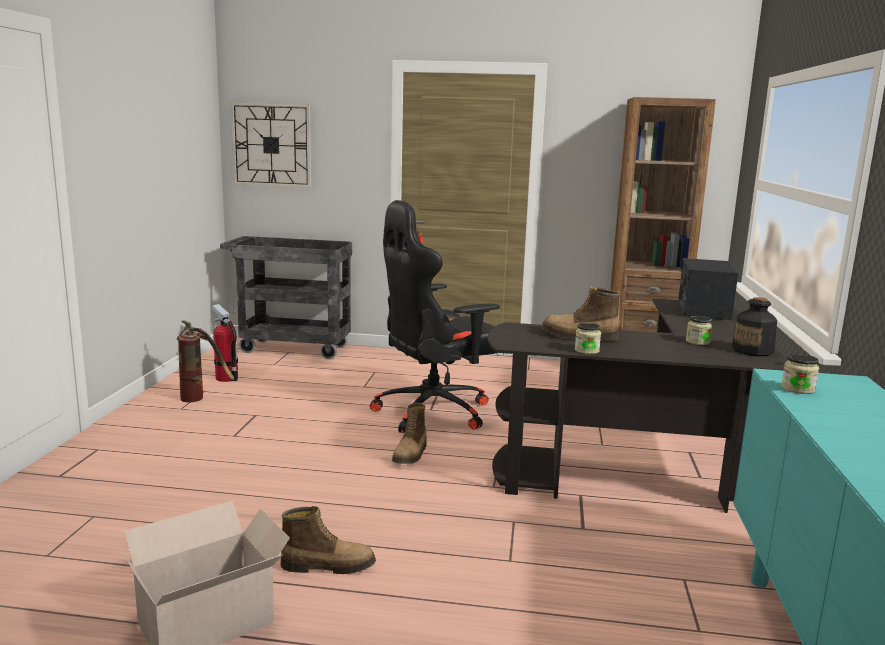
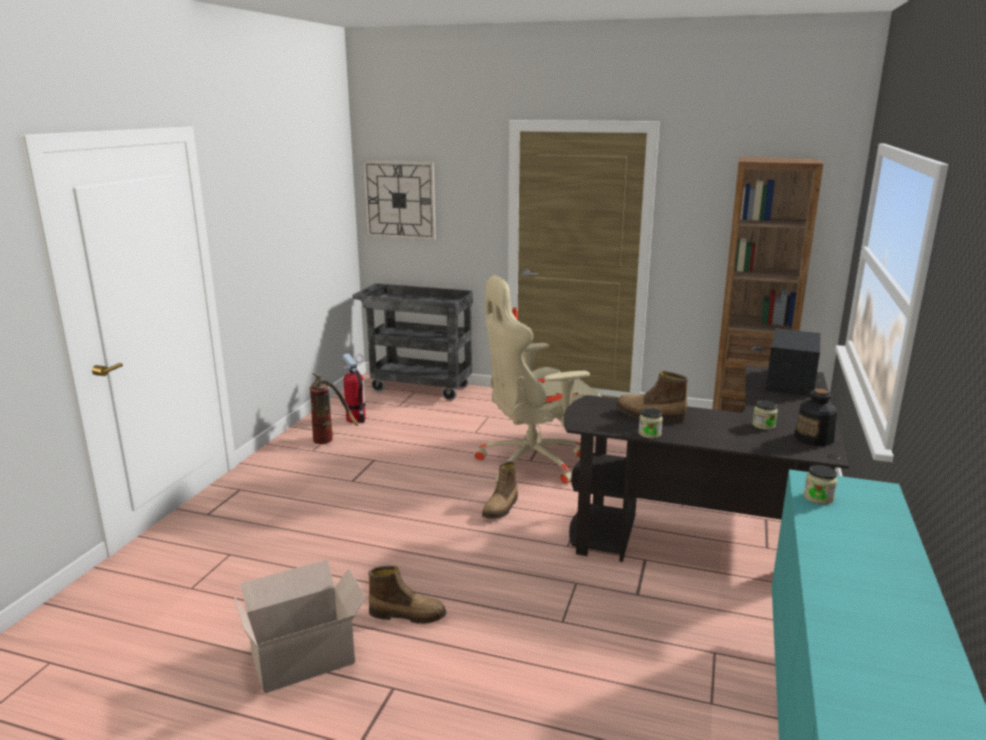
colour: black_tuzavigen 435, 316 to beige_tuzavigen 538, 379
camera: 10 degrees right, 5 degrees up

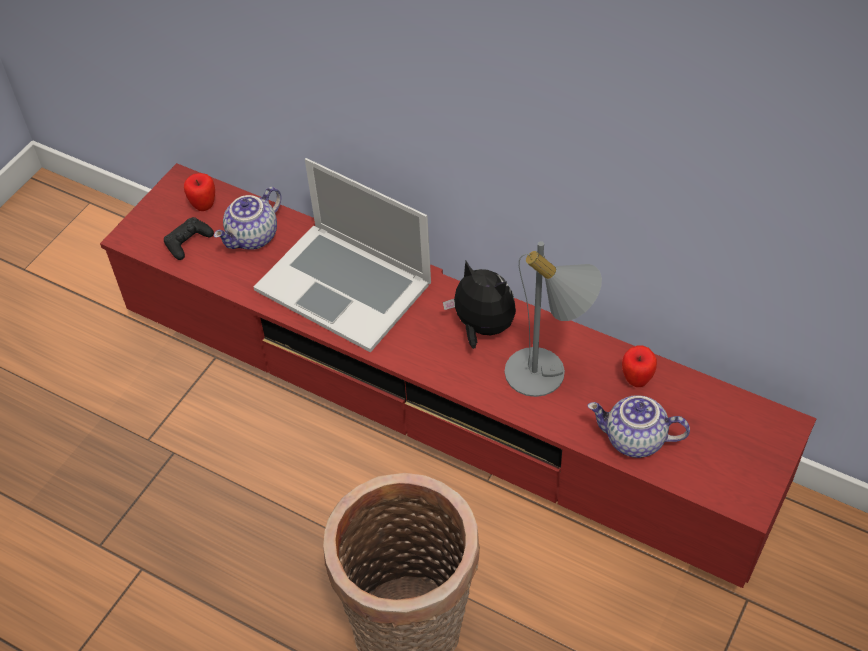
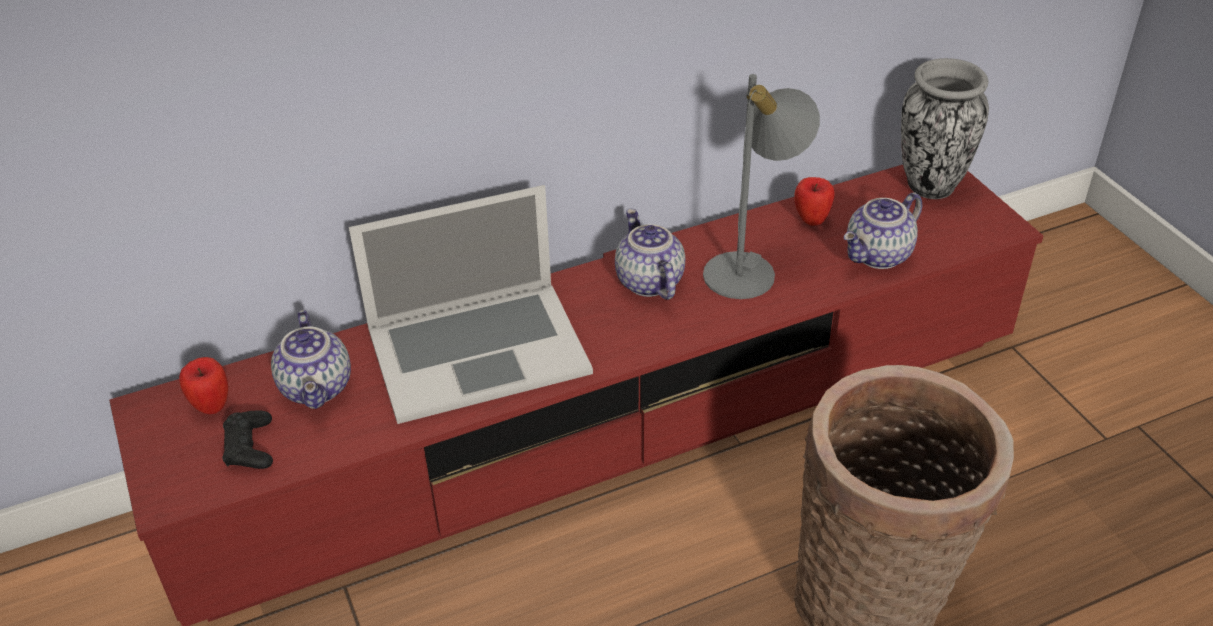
appeared: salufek 945, 128
exchanged: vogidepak 479, 305 to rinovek 650, 254
camera: 55 degrees left, 10 degrees down

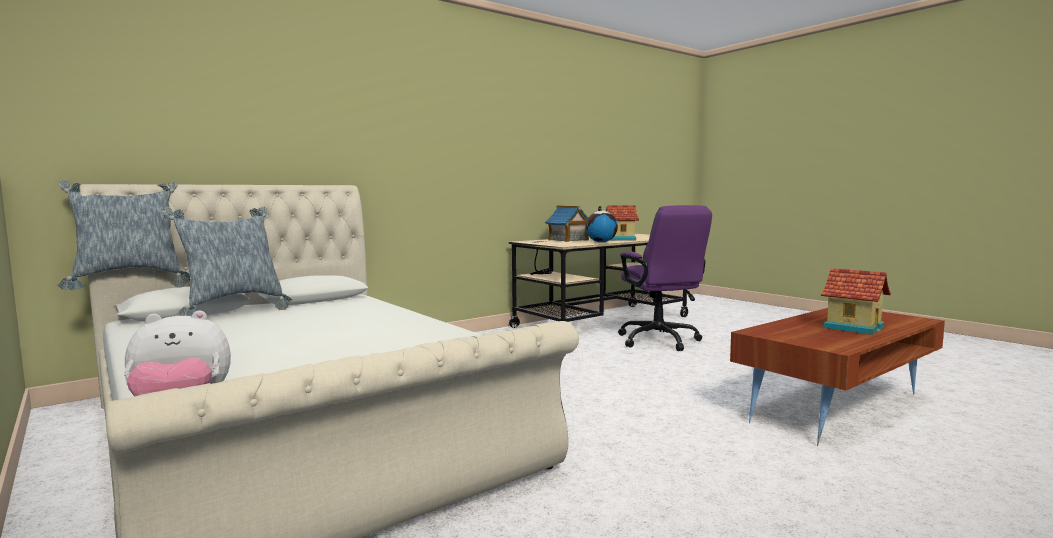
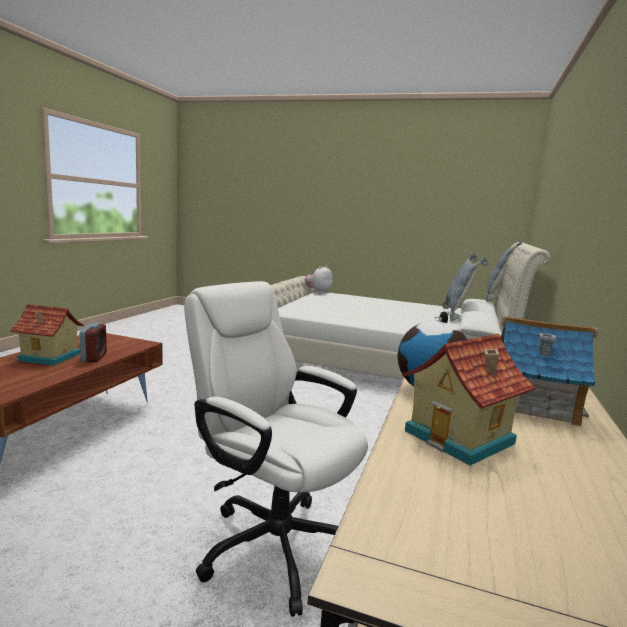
appeared: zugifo 93, 342
colour: purple_tuzavigen 665, 278 to white_tuzavigen 276, 449
camera: 145 degrees right, 5 degrees up

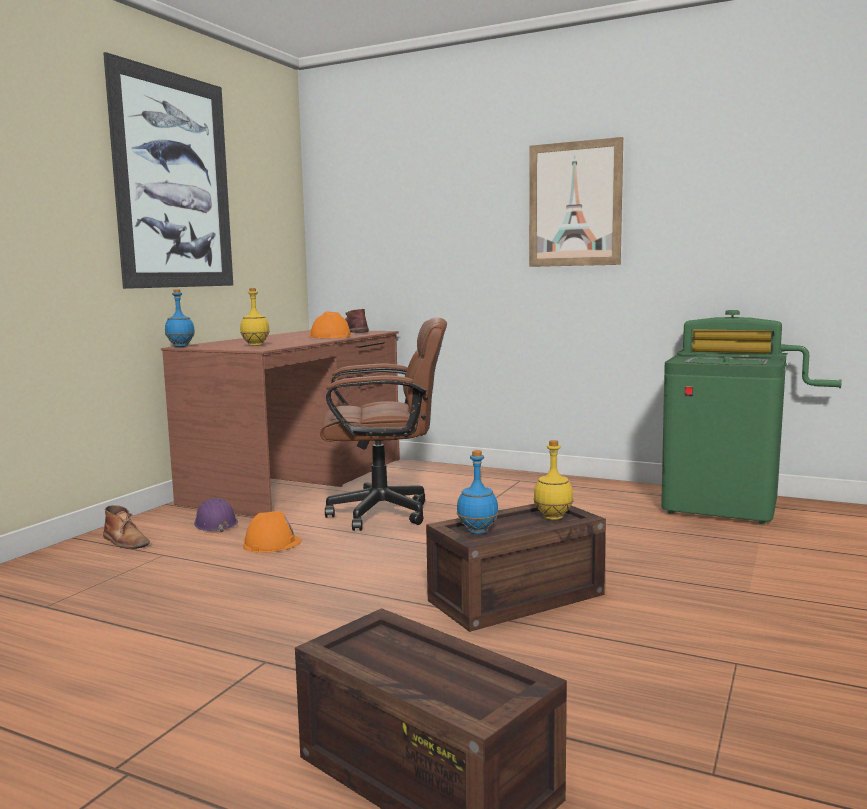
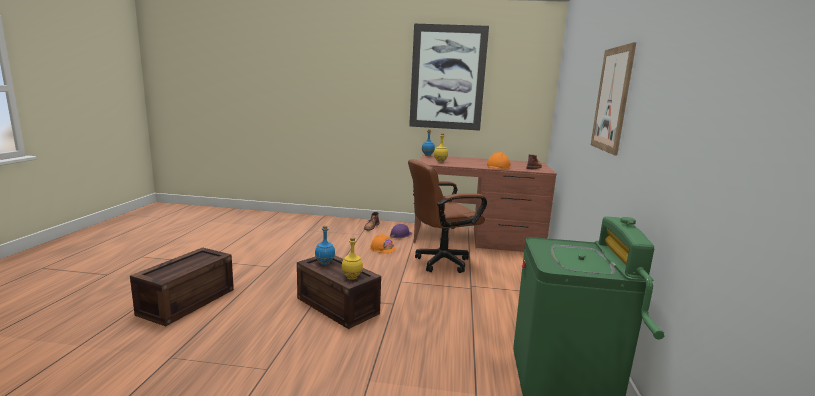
spun: brown_tuzavigen 383, 424 = 447, 216 90 degrees clockwise
camera: 70 degrees right, 5 degrees up

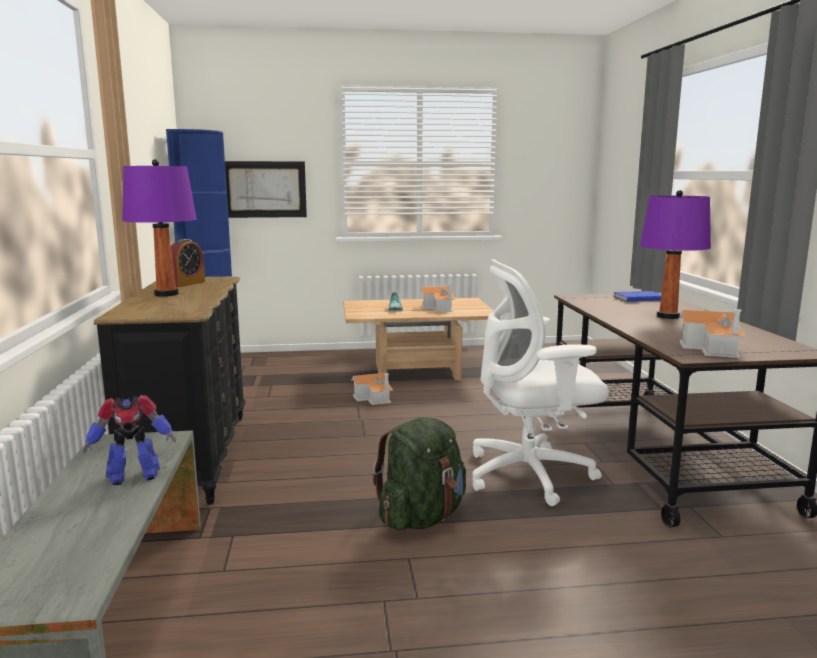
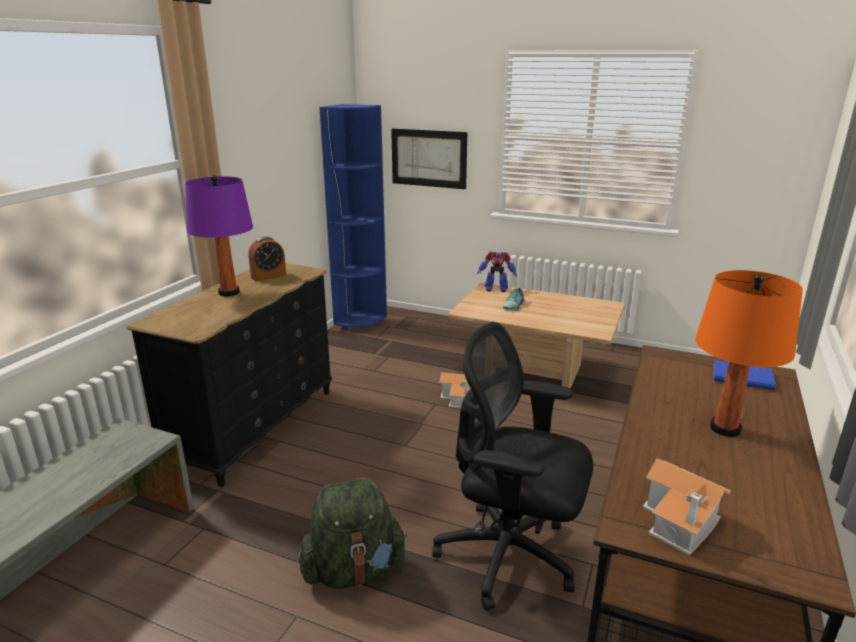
missing: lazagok 438, 298
relocated: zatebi 129, 440 to 497, 271
colour: white_tuzavigen 540, 382 to black_tuzavigen 512, 466; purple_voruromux 675, 254 to orange_voruromux 749, 353
camera: 30 degrees right, 10 degrees up

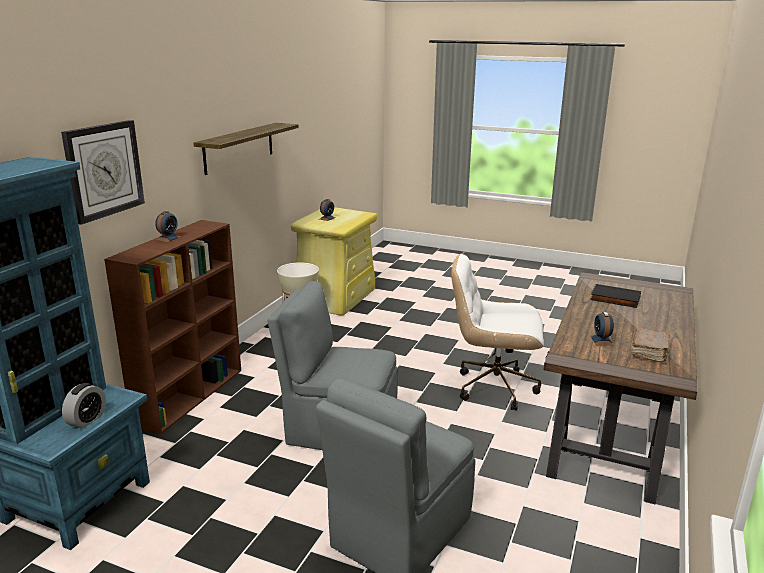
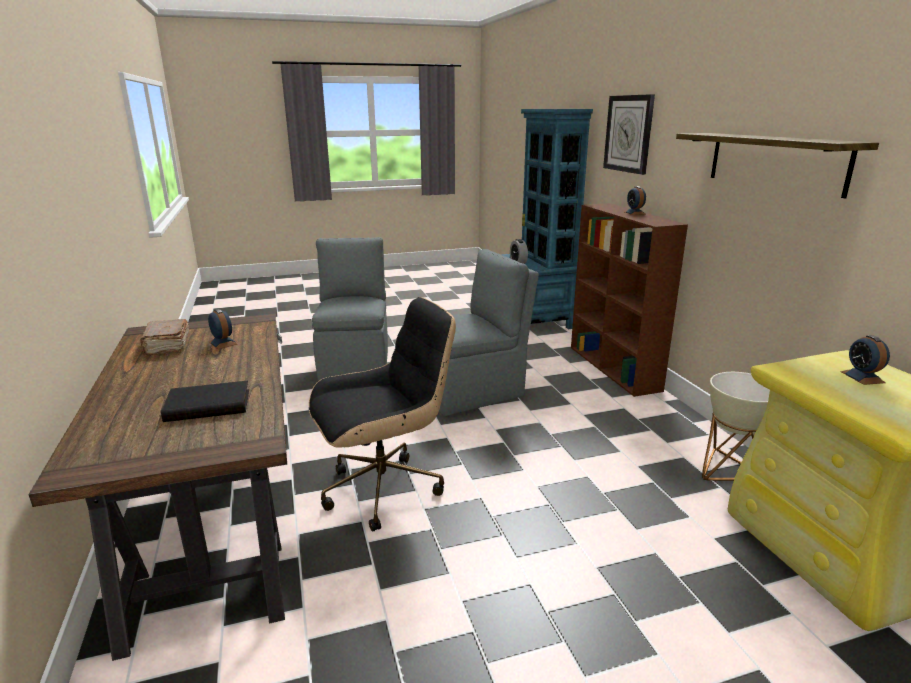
colour: white_tuzavigen 497, 332 to black_tuzavigen 382, 414
camera: 140 degrees right, 0 degrees up

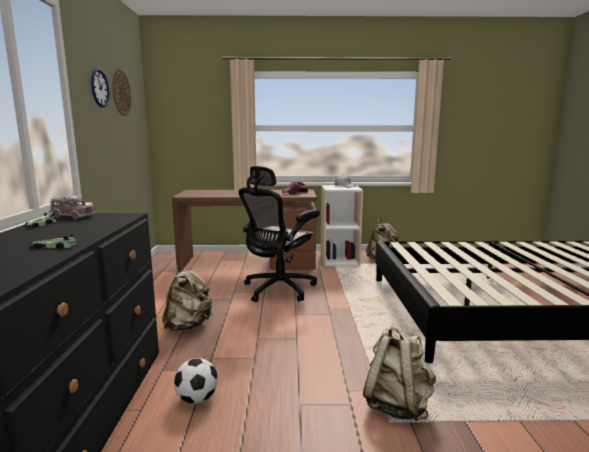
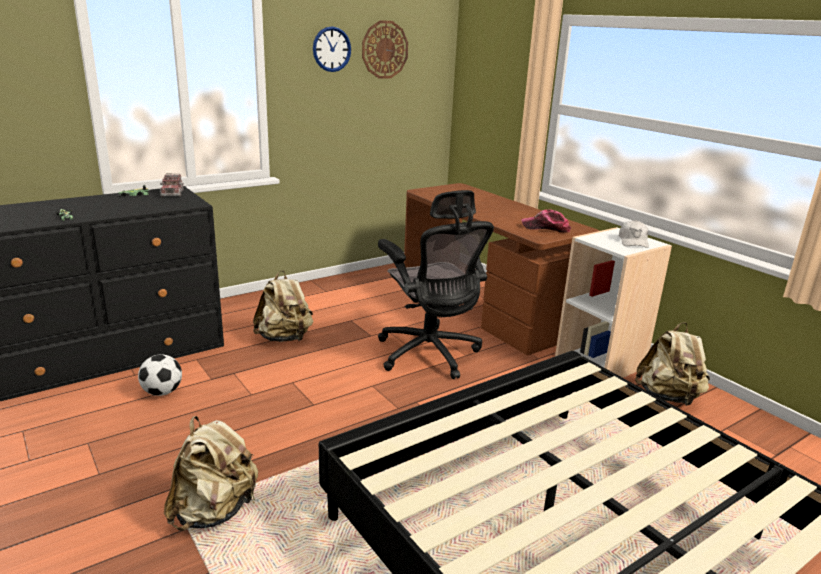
spun: tuzavigen 279, 234 = 436, 284 120 degrees counterclockwise
camera: 55 degrees right, 10 degrees up

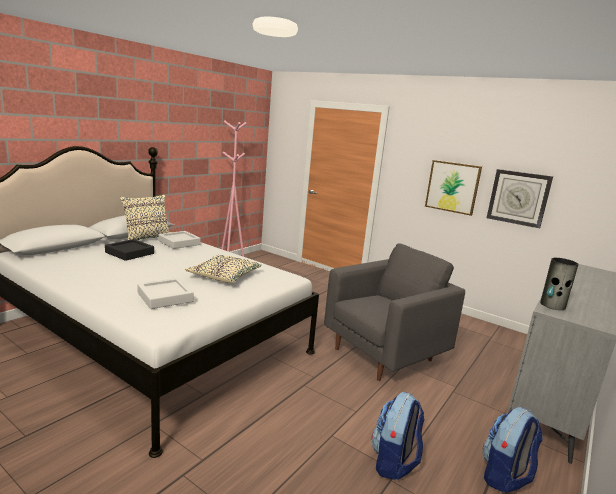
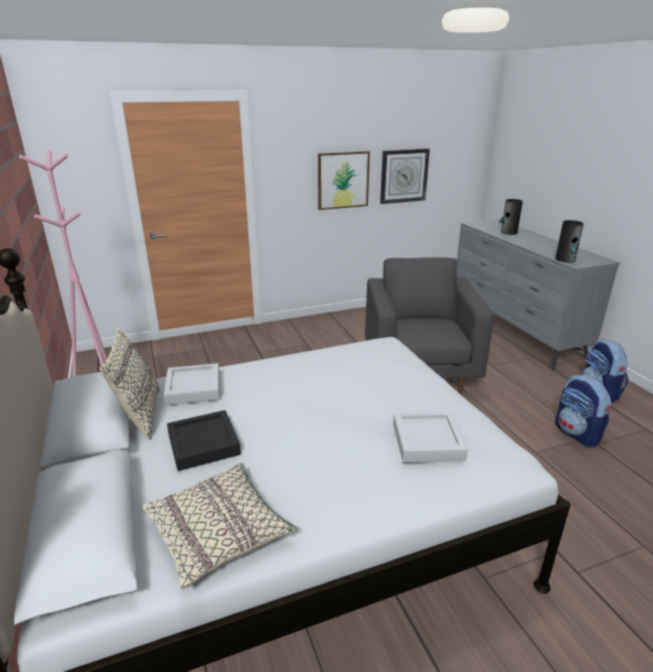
appeared: salufek 511, 217
relocated: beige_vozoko 223, 269 to 219, 526
camera: 55 degrees left, 10 degrees up

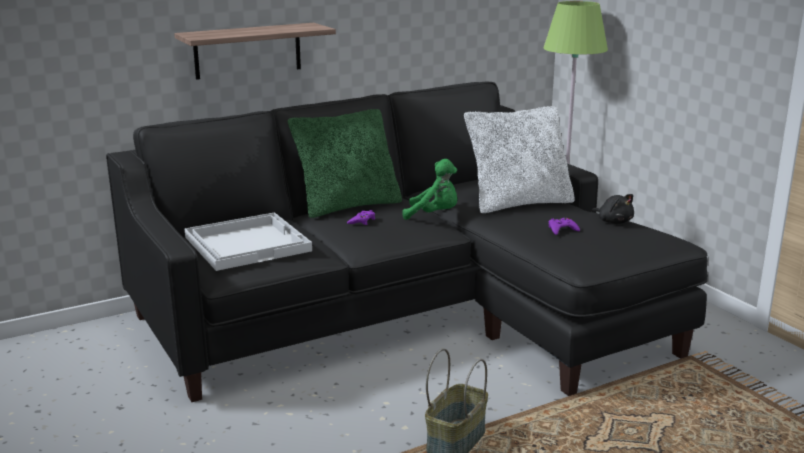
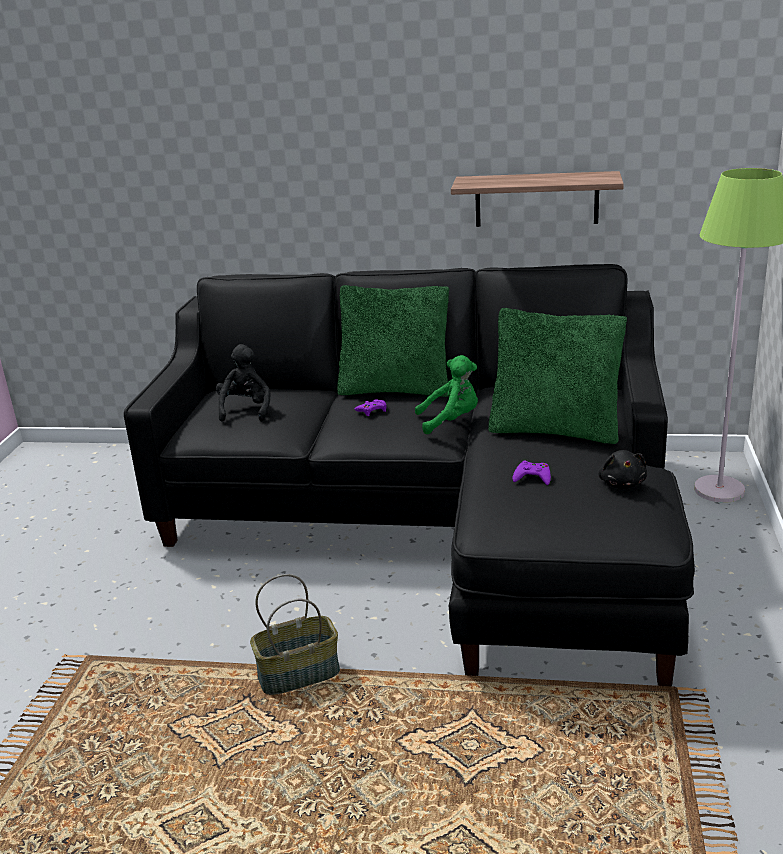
relocated: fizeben 255, 51 to 537, 199
exchanged: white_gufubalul 248, 241 to black_vogidepak 243, 382
colour: white_vozoko 519, 159 to green_vozoko 557, 376
spun: green_vogidepak 429, 189 = 446, 394 60 degrees counterclockwise
camera: 40 degrees right, 5 degrees up

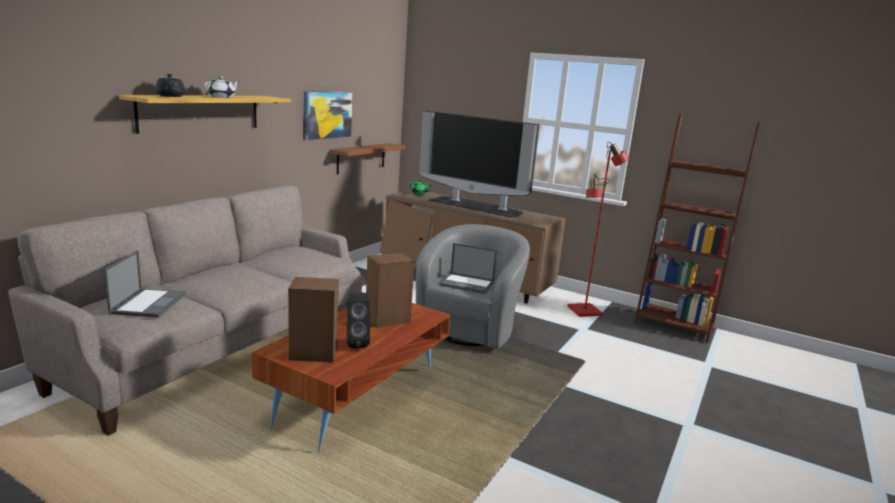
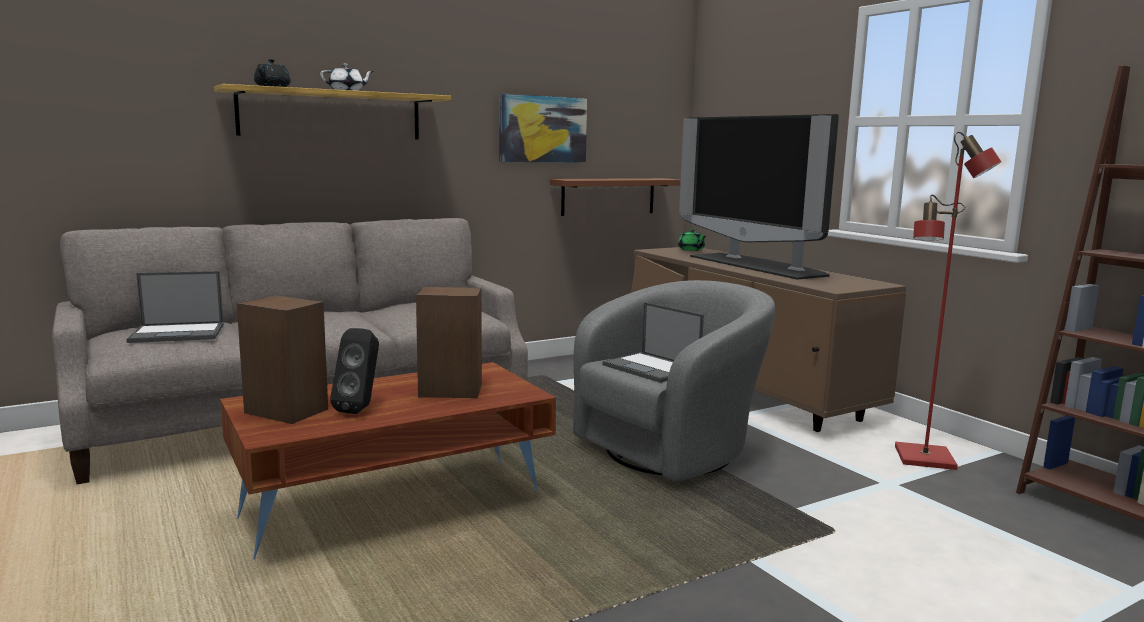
spun: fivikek 145, 284 = 175, 307 45 degrees clockwise
camera: 30 degrees right, 5 degrees down

